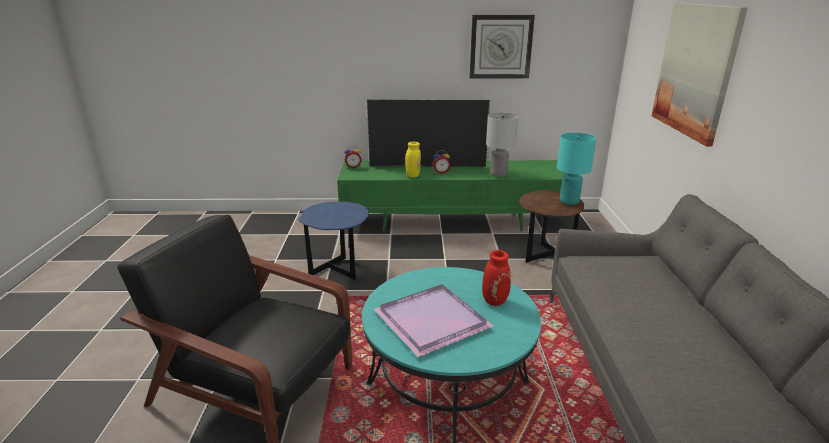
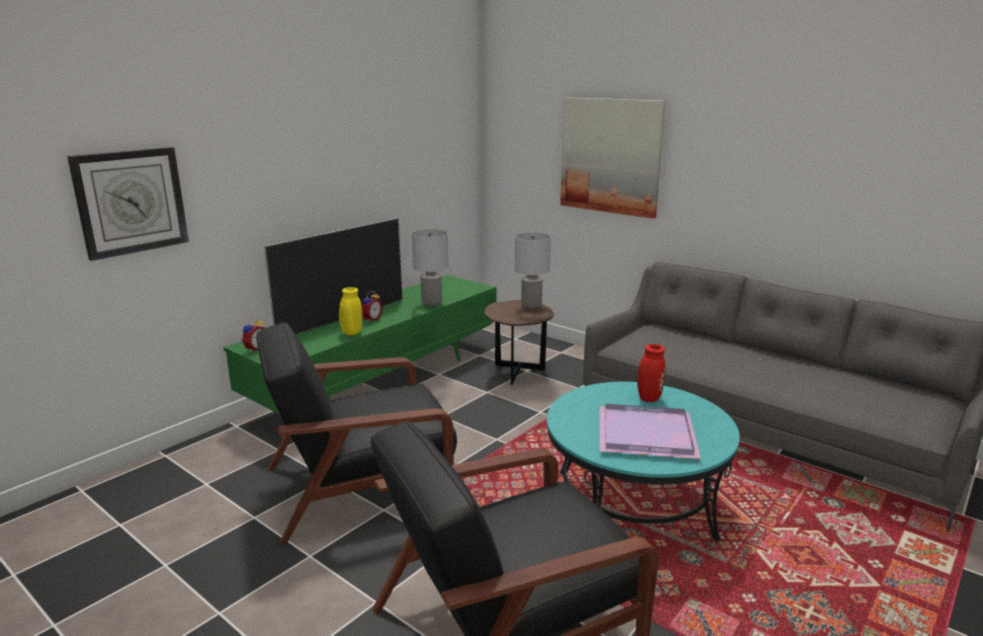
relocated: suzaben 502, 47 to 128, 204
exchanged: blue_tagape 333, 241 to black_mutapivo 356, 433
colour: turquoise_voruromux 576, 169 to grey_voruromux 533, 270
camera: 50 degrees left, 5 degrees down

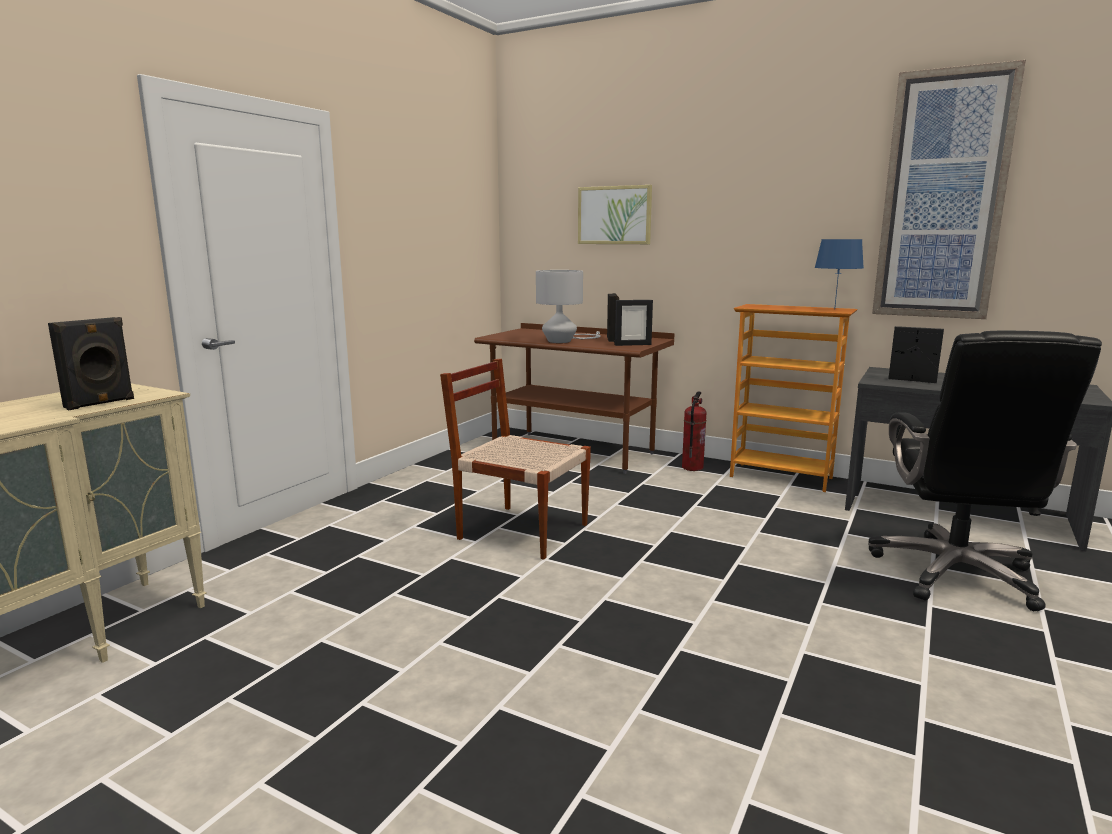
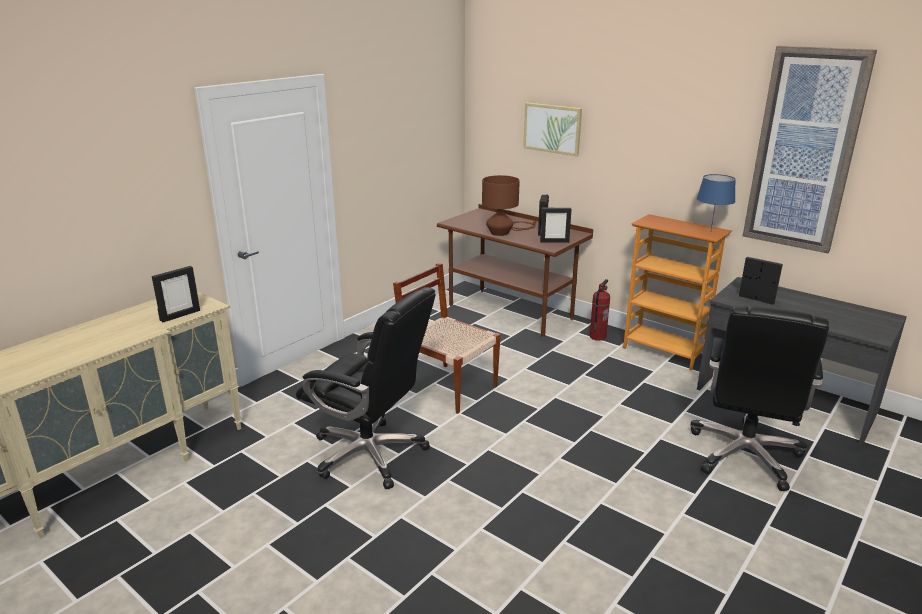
appeared: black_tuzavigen 366, 388
exchanged: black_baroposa 91, 363 to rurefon 176, 294
colour: grey_voruromux 568, 306 to brown_voruromux 509, 205
camera: 10 degrees right, 10 degrees up

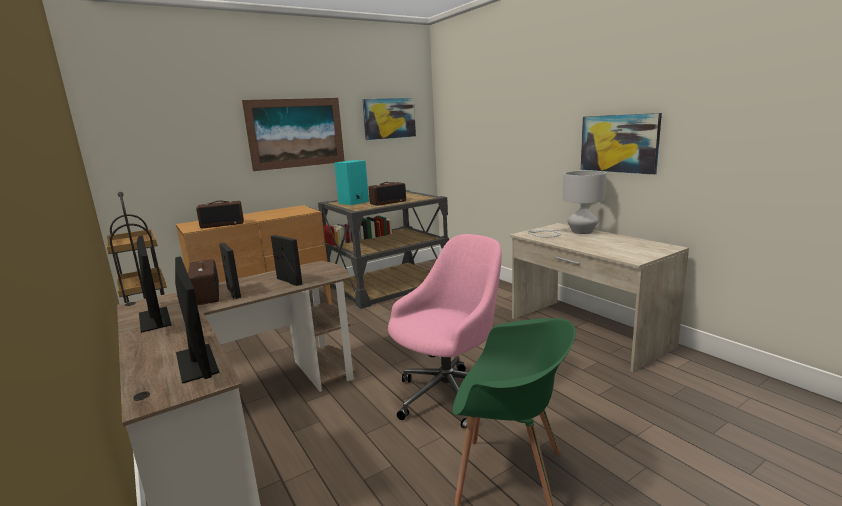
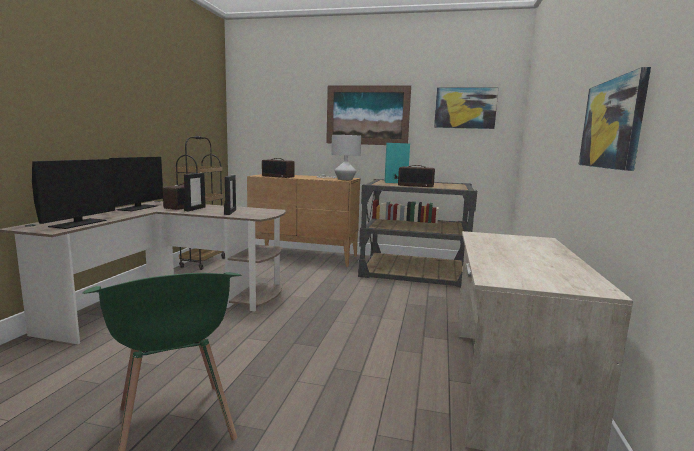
missing: pink_tuzavigen 445, 331
relocated: grey_voruromux 567, 204 to 339, 157
camera: 45 degrees right, 5 degrees down

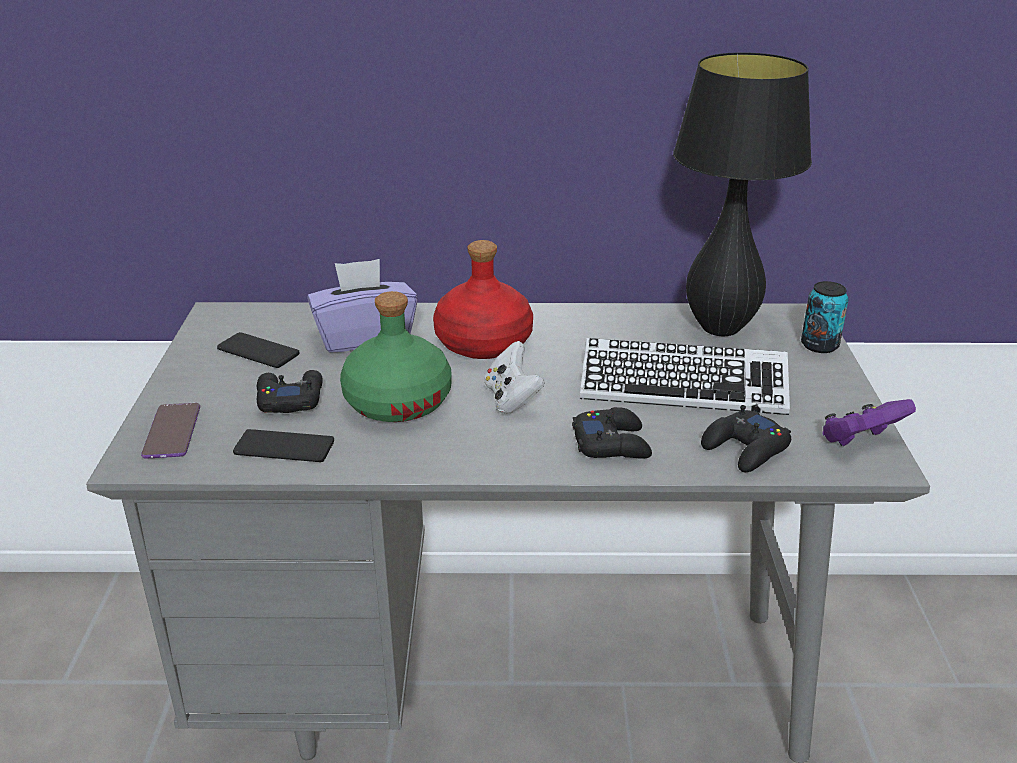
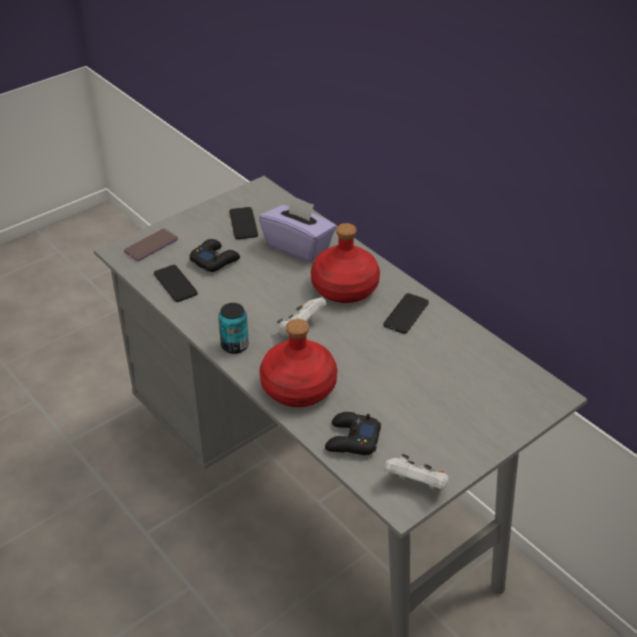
missing: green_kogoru 396, 356; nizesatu 685, 376; black_voruromux 742, 194
appeared: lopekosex 406, 313
relocated: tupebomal 825, 317 to 233, 328
exchanged: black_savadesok 612, 433 to red_kogoru 298, 363
colour: purple_savadesok 869, 422 to white_savadesok 416, 472
camera: 50 degrees right, 10 degrees up

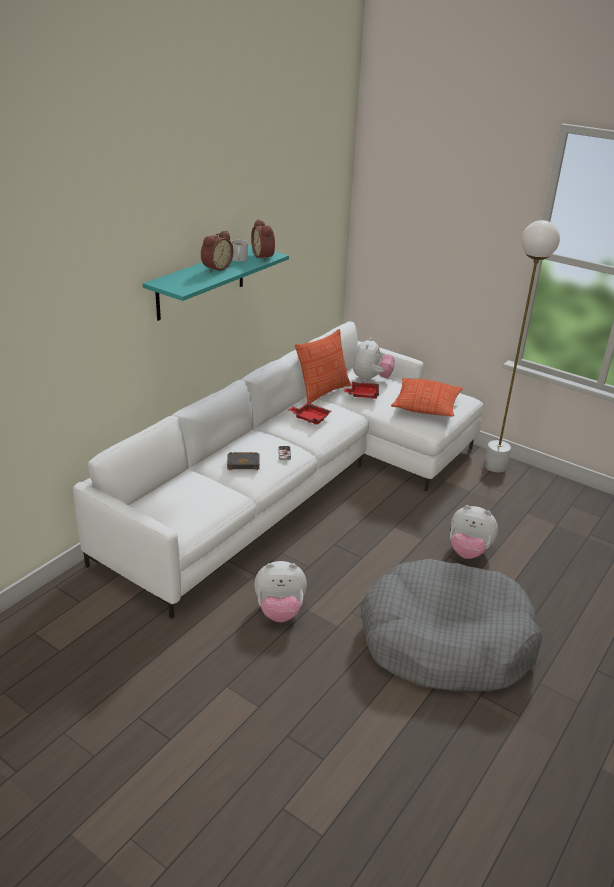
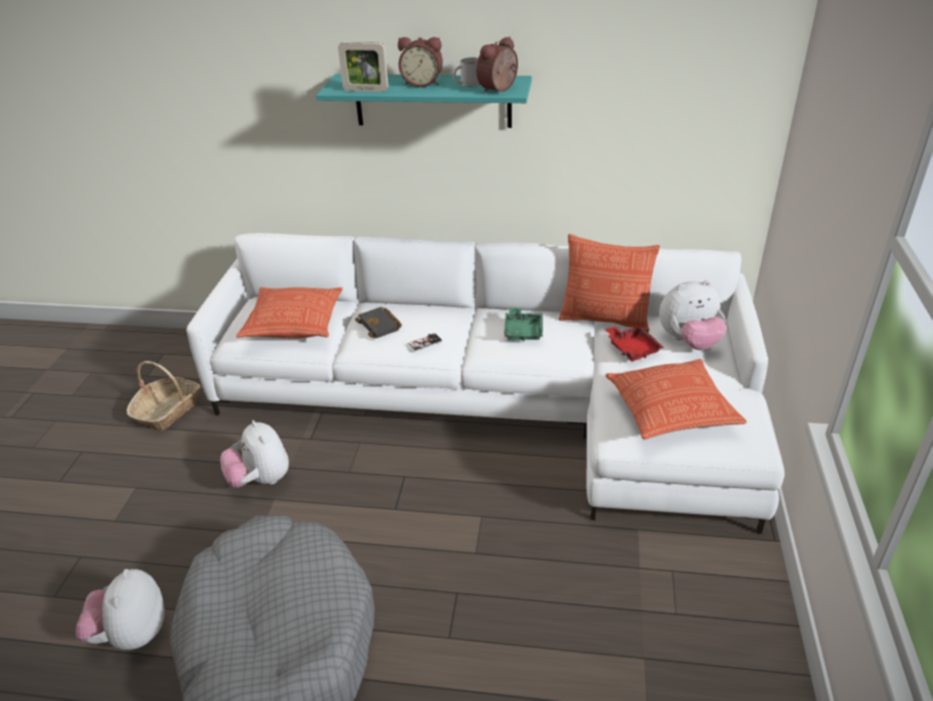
missing: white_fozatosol 522, 346
appeared: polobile 163, 396; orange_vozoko 289, 312; rurefon 363, 67
relocated: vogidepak 474, 532 to 120, 609
colour: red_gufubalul 310, 413 to green_gufubalul 523, 324
camera: 65 degrees right, 5 degrees up

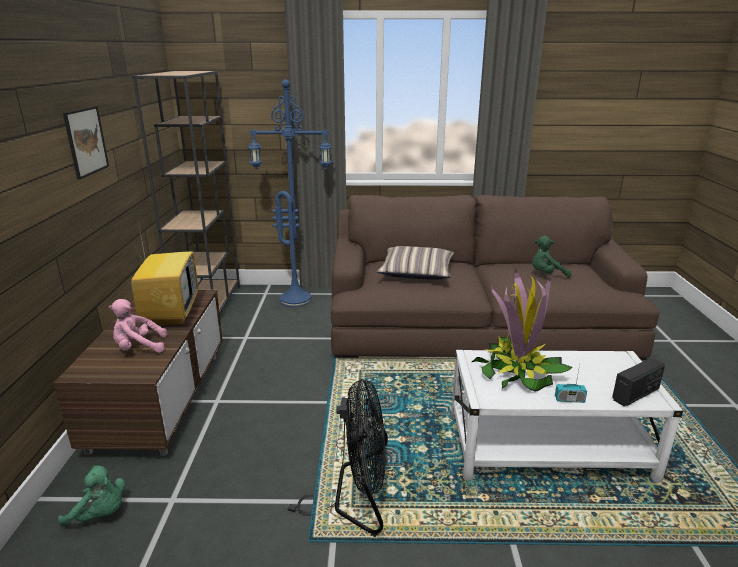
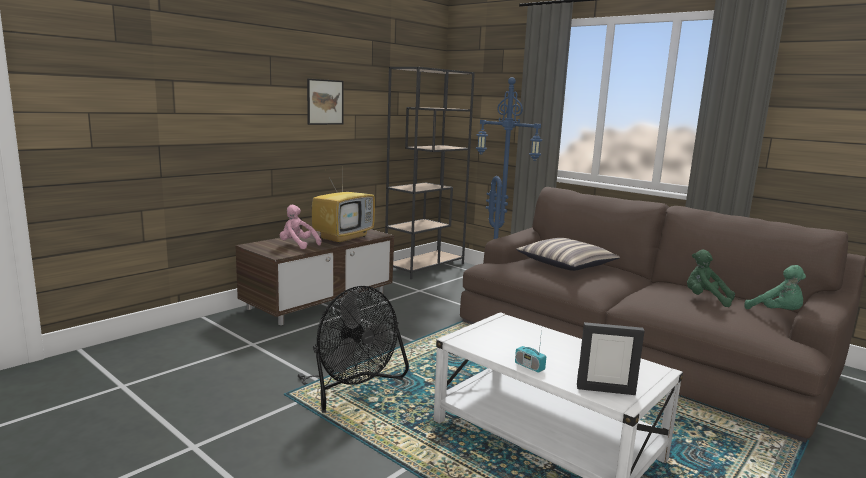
missing: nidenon 522, 329
relocated: green_vogidepak 92, 496 to 775, 287
exchanged: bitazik 638, 382 to rurefon 611, 358
camera: 40 degrees right, 10 degrees down

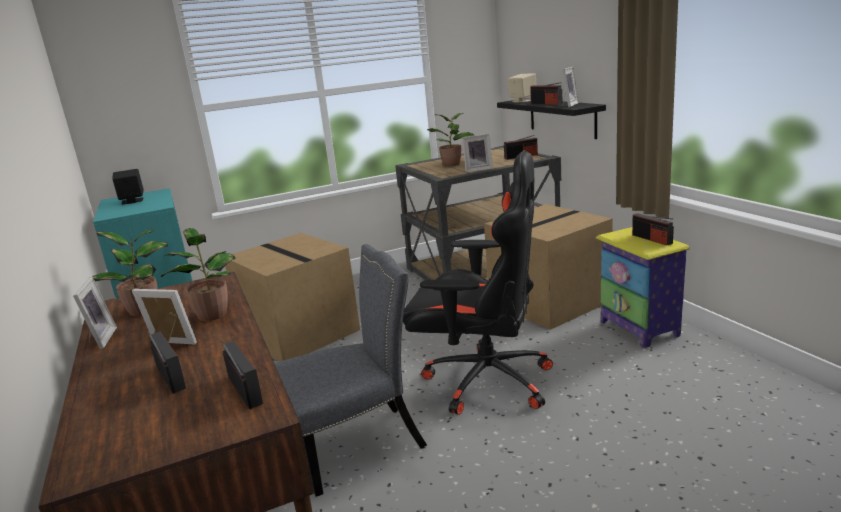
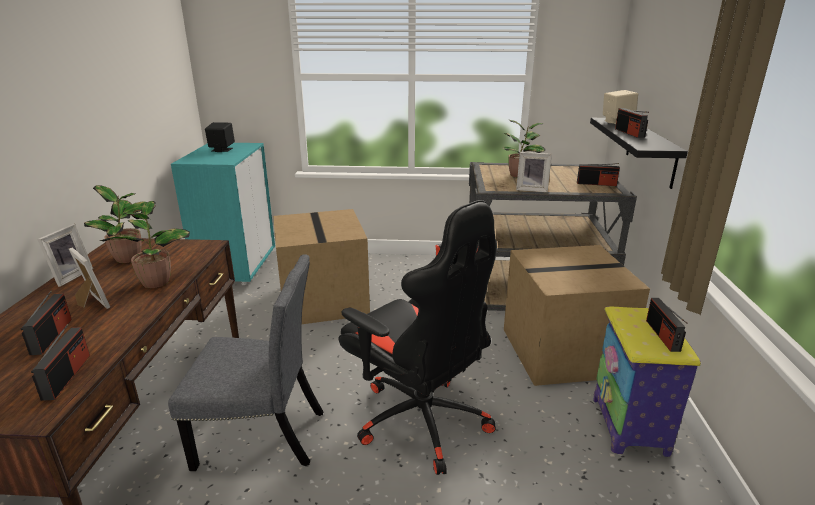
missing: rurefon 570, 87
camera: 25 degrees right, 5 degrees up

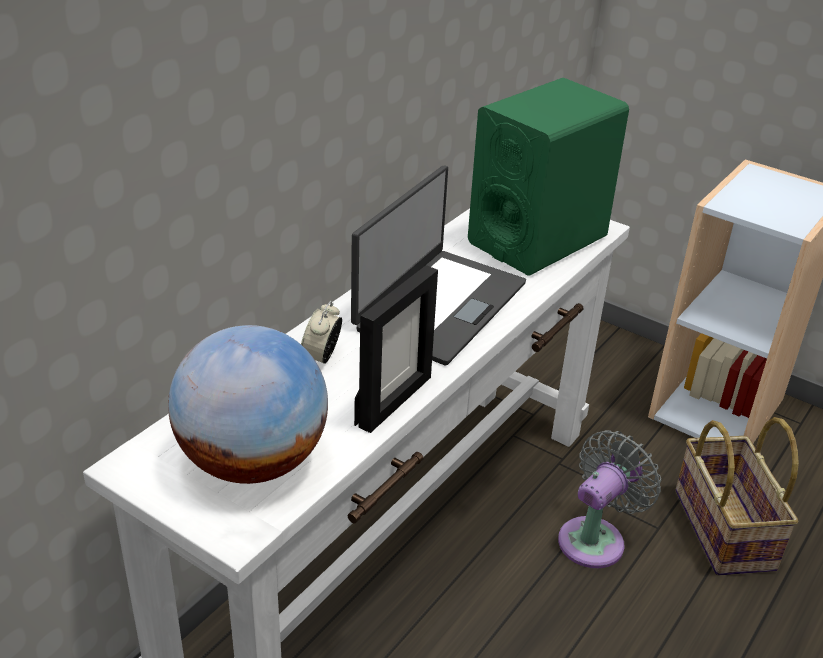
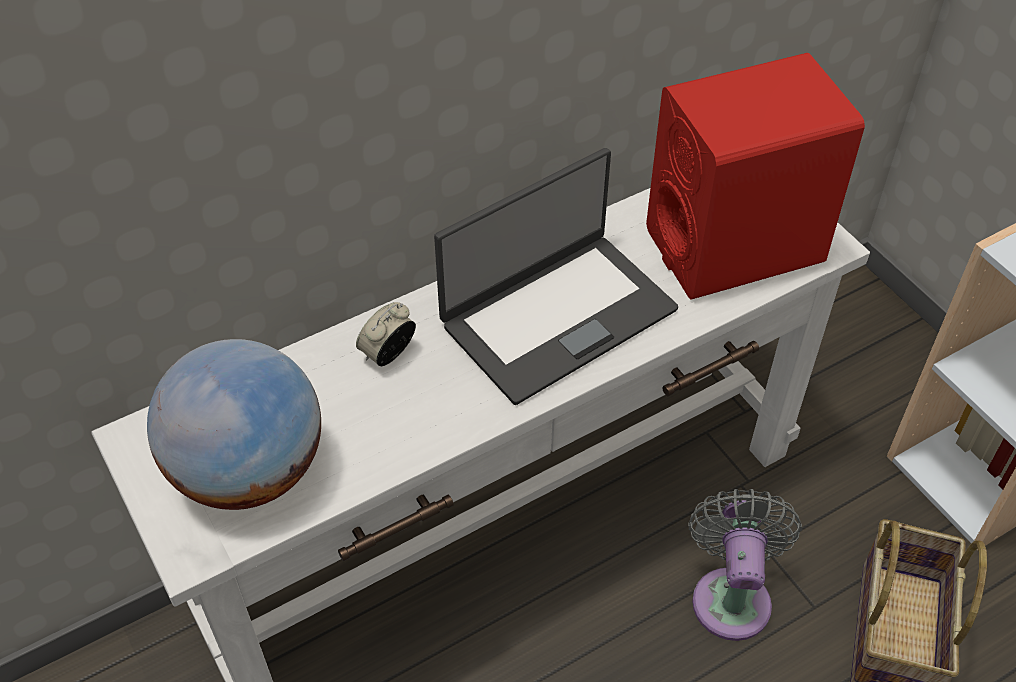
missing: rurefon 396, 349
colour: green_baroposa 548, 177 to red_baroposa 755, 176
spun: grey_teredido 609, 499 = 745, 565 60 degrees counterclockwise
camera: 25 degrees right, 15 degrees up

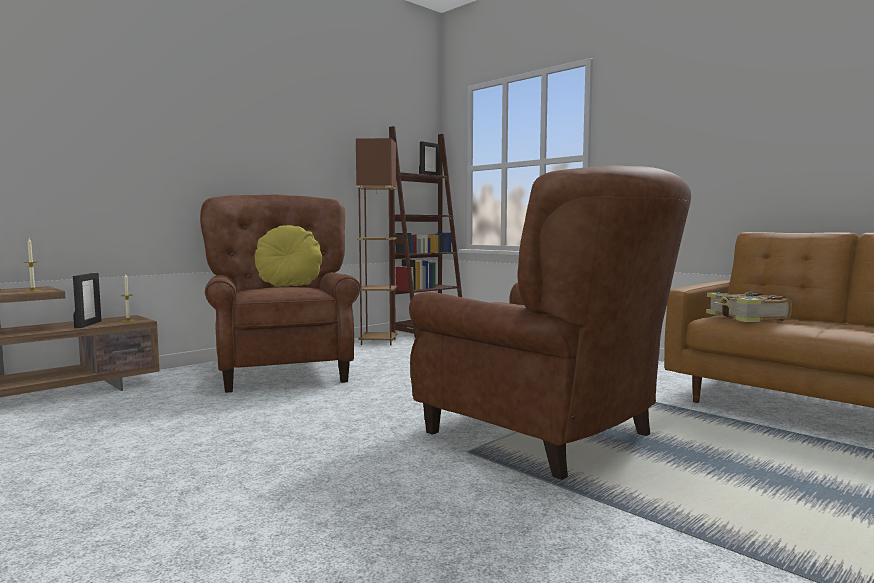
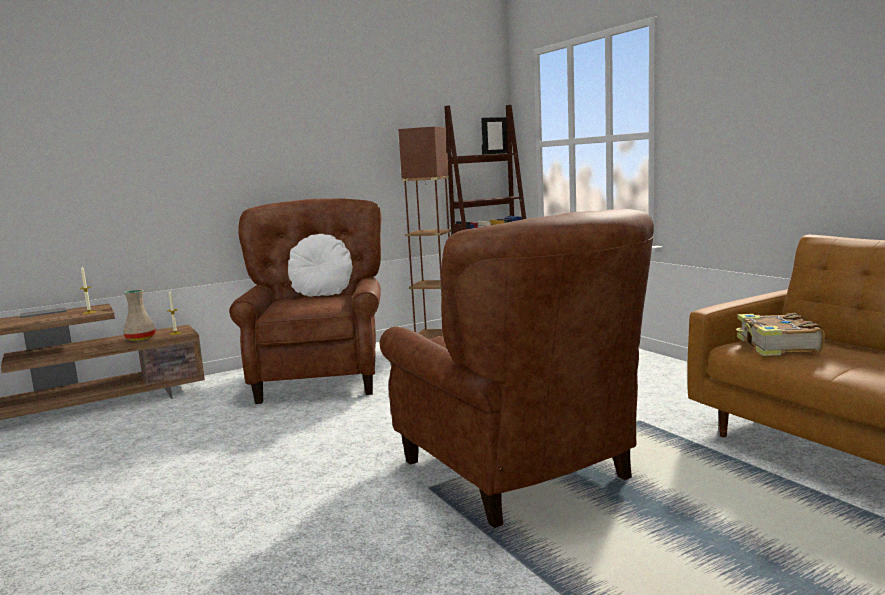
exchanged: rurefon 87, 300 to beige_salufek 139, 315
colour: yellow_vozoko 289, 256 to white_vozoko 320, 265
camera: 15 degrees right, 5 degrees up

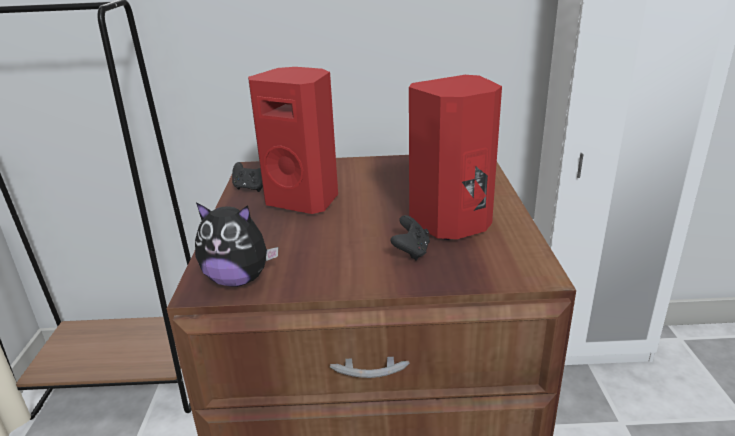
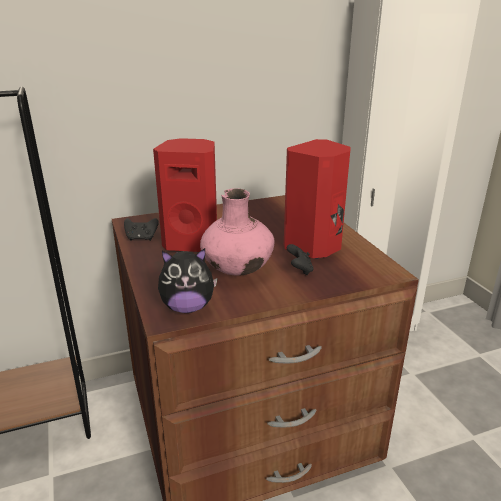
appeared: pink_salufek 237, 231
camera: 20 degrees left, 0 degrees up

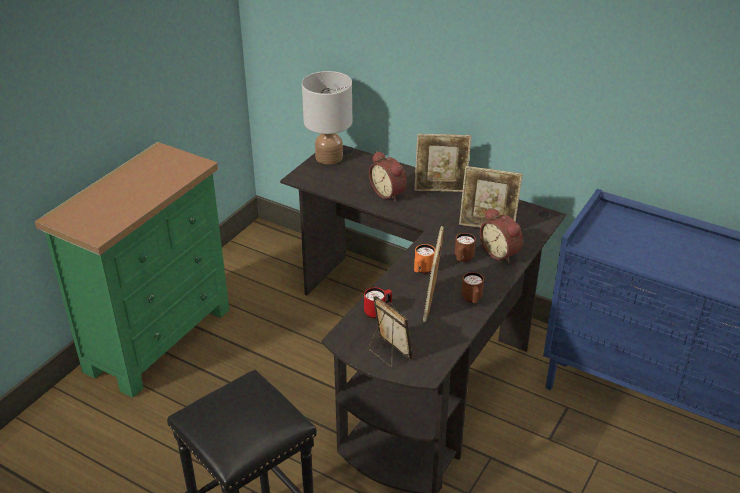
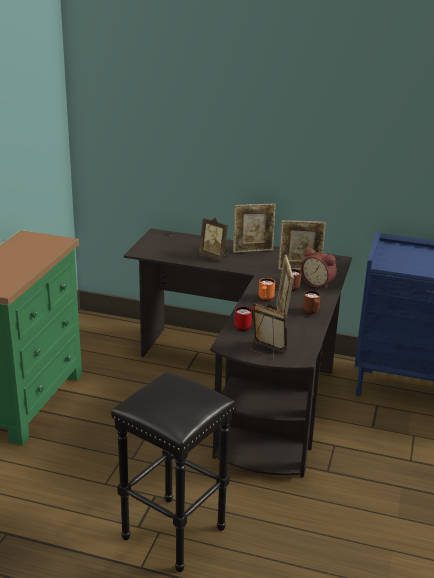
missing: grey_voruromux 327, 117
exchanged: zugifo 388, 176 to rurefon 213, 239
camera: 15 degrees left, 10 degrees down

